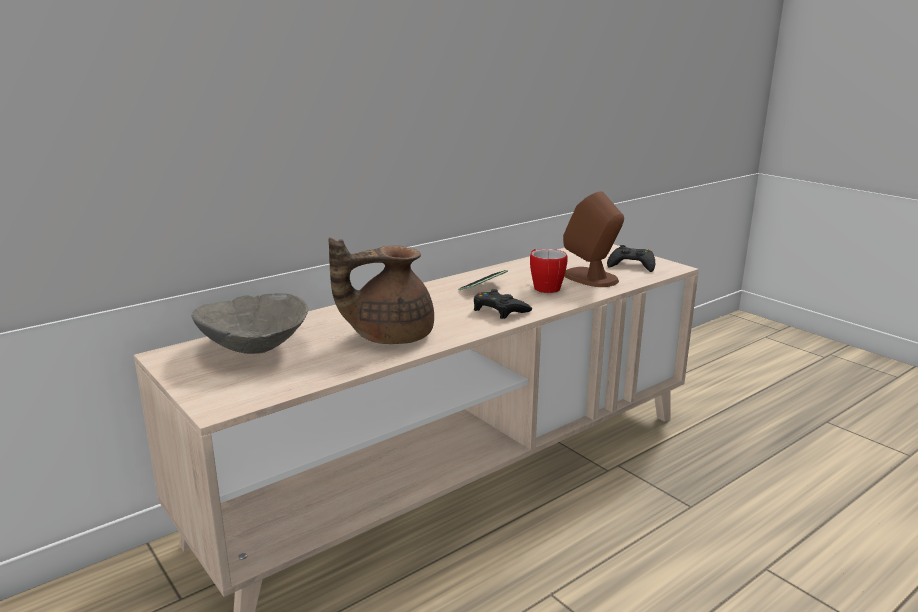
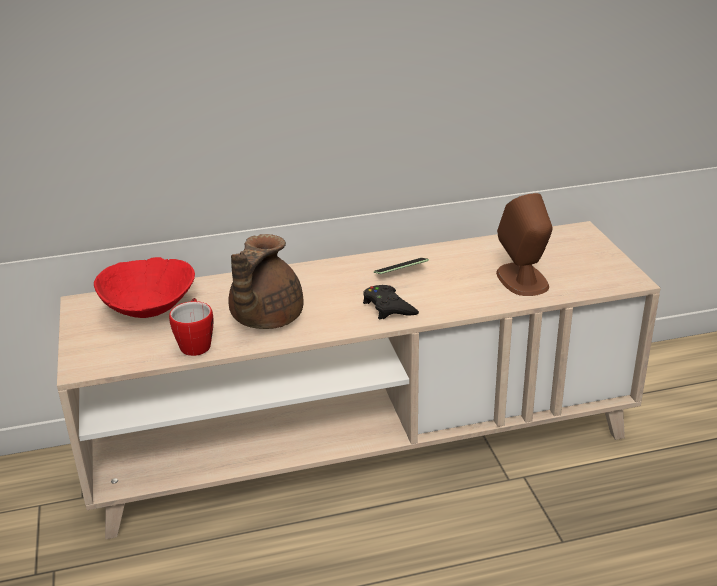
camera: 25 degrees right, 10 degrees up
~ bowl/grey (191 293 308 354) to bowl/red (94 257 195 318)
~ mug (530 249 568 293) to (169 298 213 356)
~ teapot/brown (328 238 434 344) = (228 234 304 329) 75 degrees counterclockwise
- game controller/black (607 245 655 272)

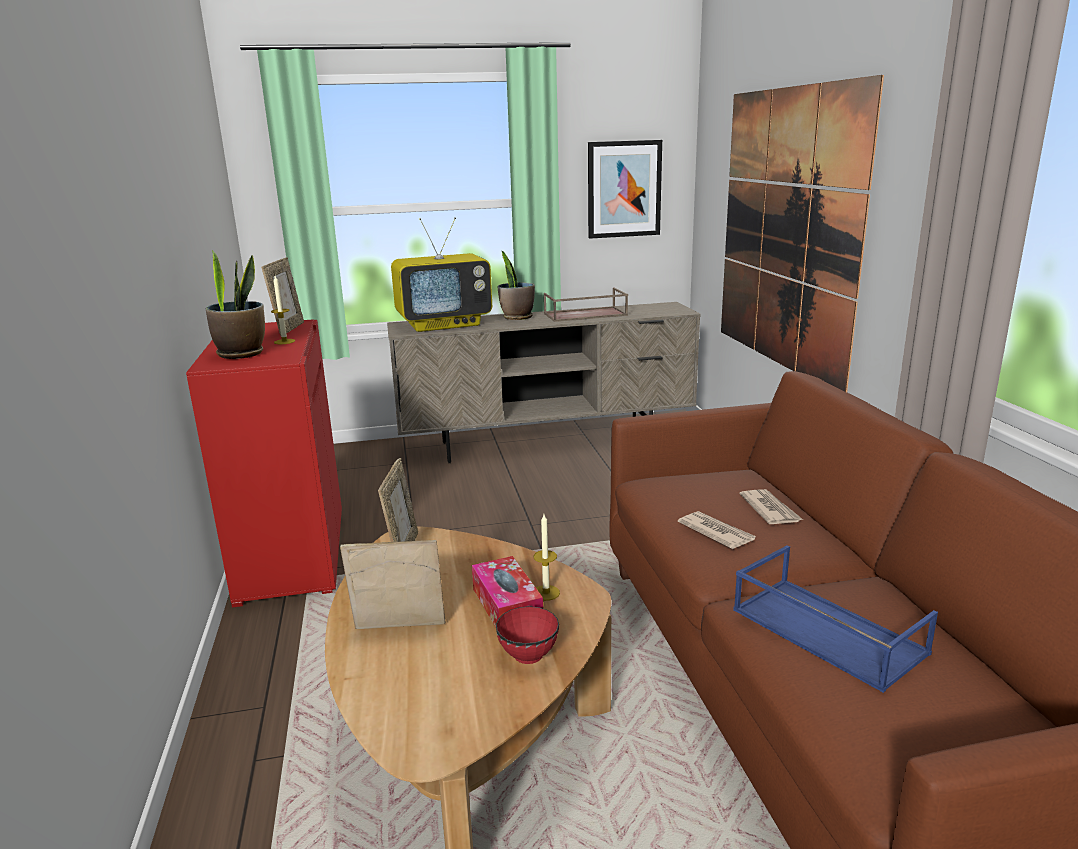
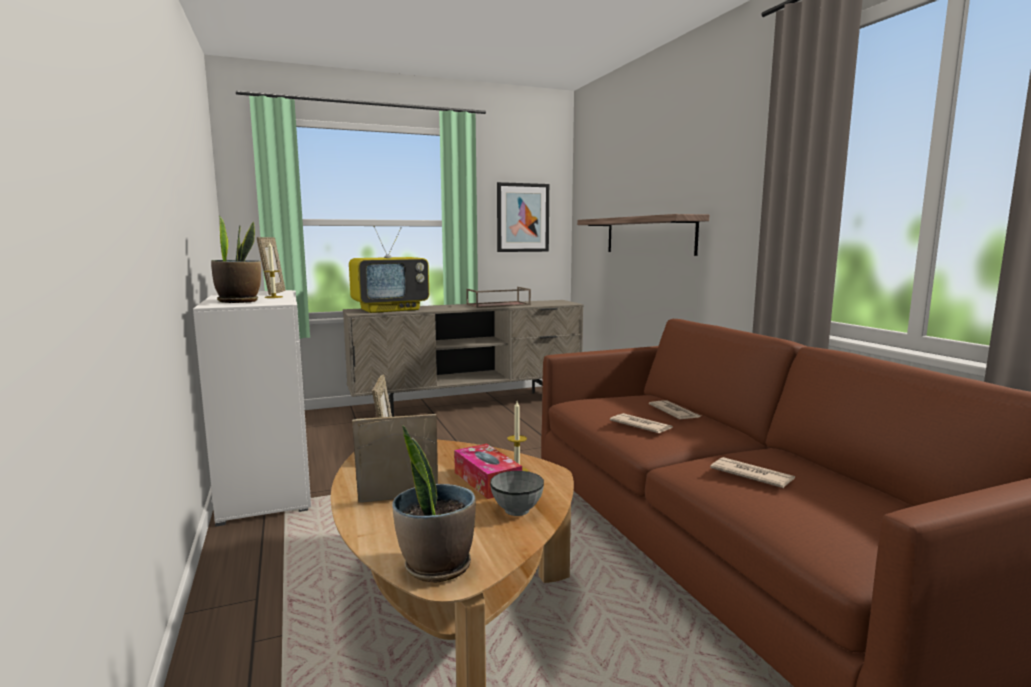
camera: 10 degrees left, 10 degrees down
~ cabinet/red (186 319 342 608) to cabinet/white (193 290 311 527)
~ potted plant (497 251 535 320) to (392 425 476 583)
~ bowl/red (496 606 559 664) to bowl/grey (490 471 544 516)
~ picture (721 75 884 392) to shelf (577 214 709 256)
~ tray/blue (733 545 938 693) to newspaper (710 457 795 488)

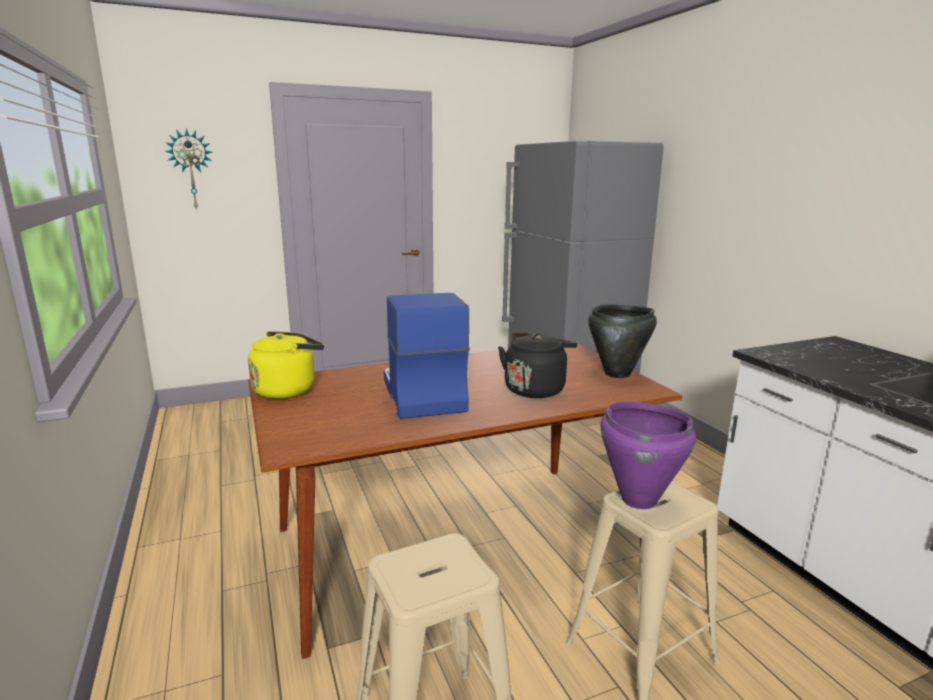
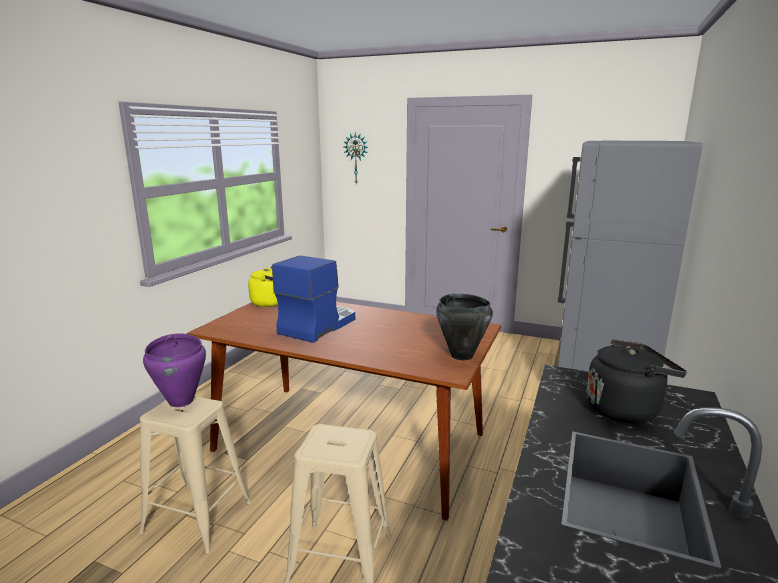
camera: 45 degrees right, 0 degrees up
~ cooking pot/purple (600 402 696 509) to (143 334 206 407)
~ kettle/black (498 333 577 398) to (586 339 687 423)

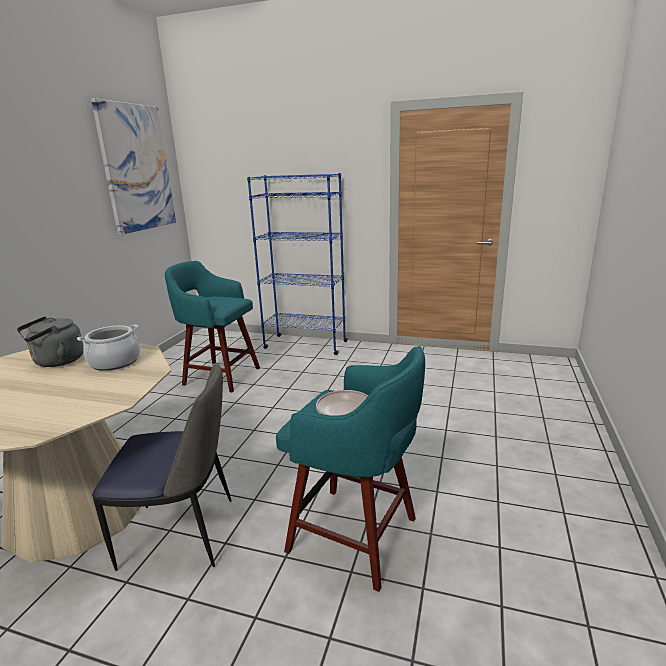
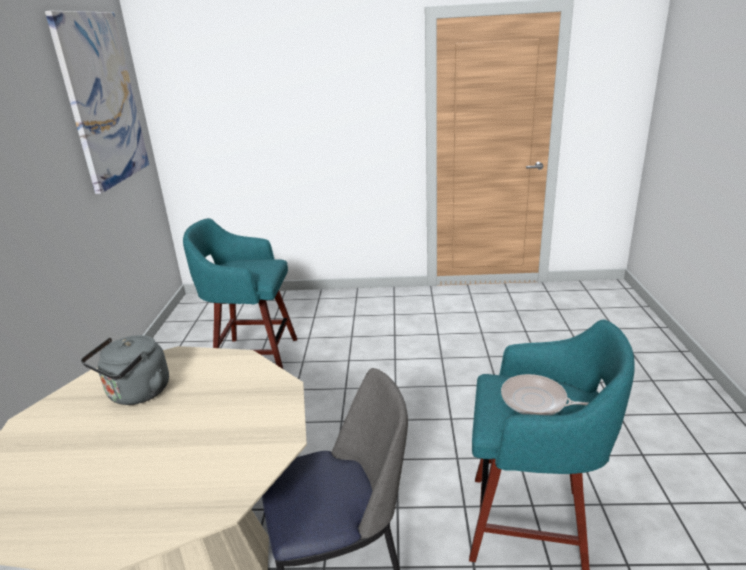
camera: 15 degrees left, 5 degrees up
- cooking pot (77 324 140 371)
- bookcase/blue (247 173 348 355)

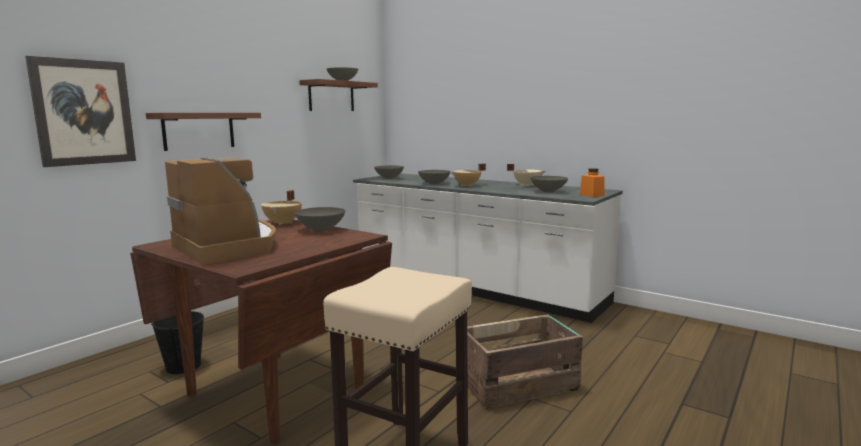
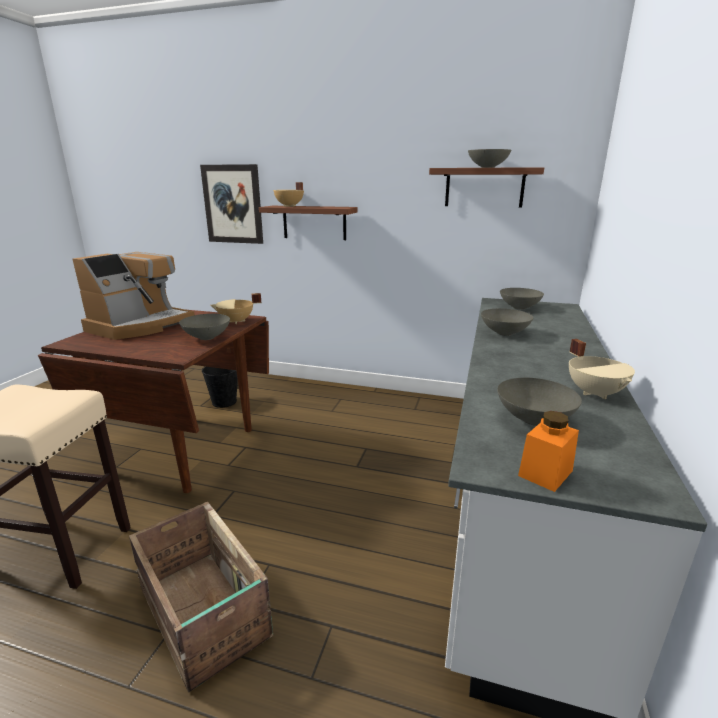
camera: 70 degrees right, 10 degrees up
~ cooking pot/beige (451 163 486 186) to (273 182 304 207)

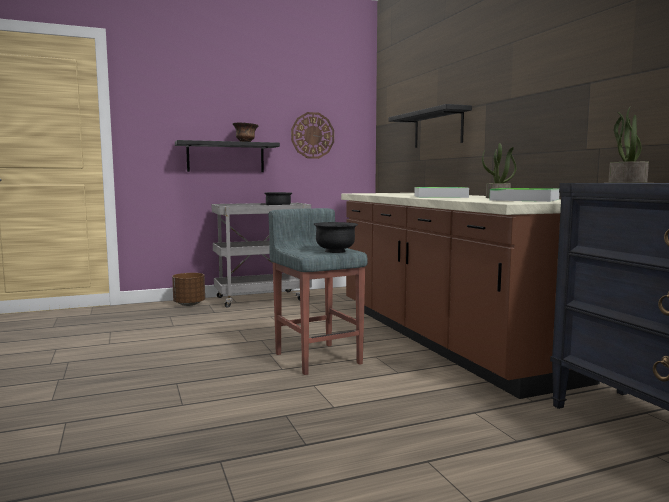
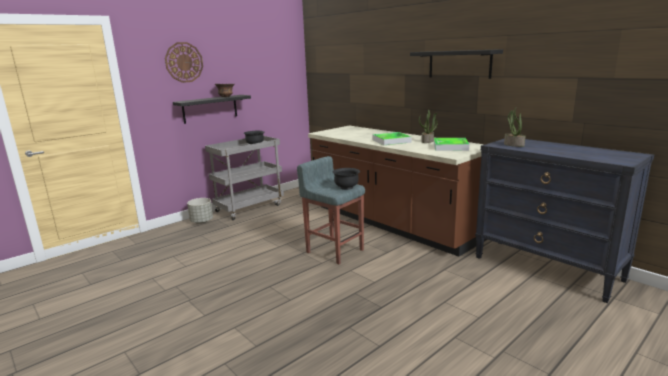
camera: 20 degrees left, 10 degrees up
~ wall clock (291 112 334 159) to (165 42 203 83)
~ planter/brown (172 273 205 306) to planter/grey (187 198 213 224)
~ shelf/black (389 104 472 148) to (410 49 503 79)

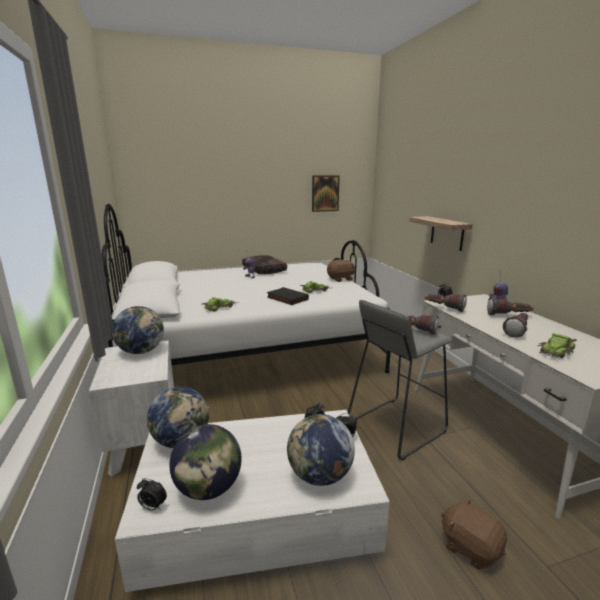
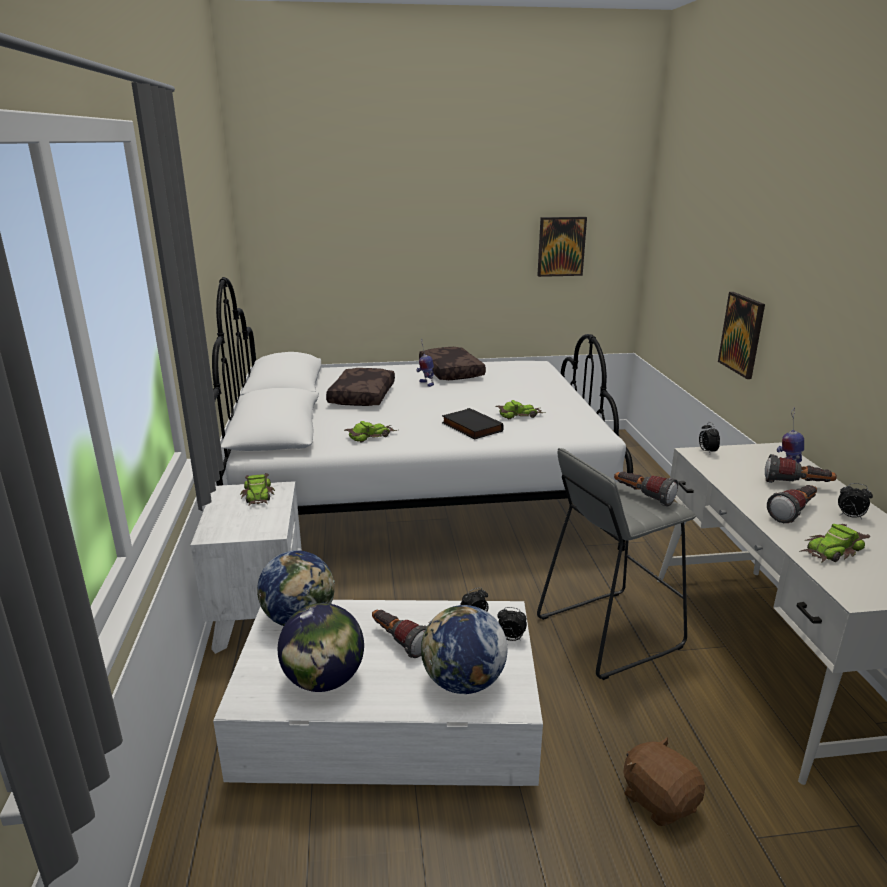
camera: 10 degrees right, 5 degrees up
~ globe (112 306 164 354) to toy car (240 473 275 507)
+ pillow/brown (326 368 395 406)
~ flashlight (425 294 467 312) to (372 610 427 658)
~ shelf (409 216 473 251) to picture (718 292 765 379)
~ alarm clock (137 478 167 511) to (838 483 873 519)
- plush toy/brown (327 260 355 282)

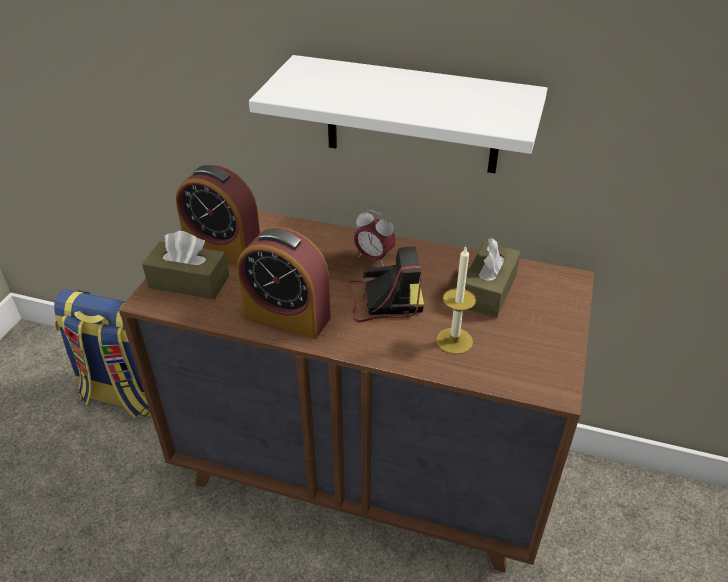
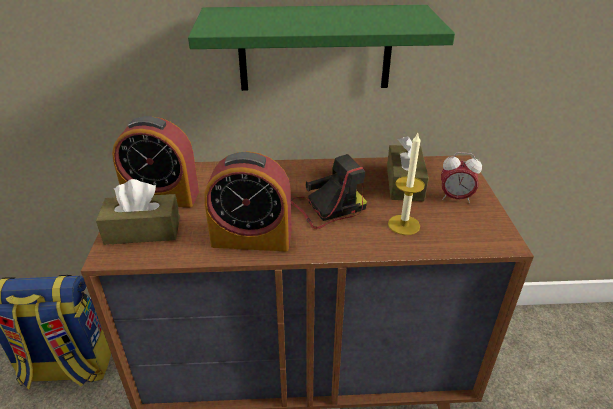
camera: 20 degrees left, 5 degrees down
~ shelf/white (249 55 548 173) to shelf/green (188 5 455 91)
~ alarm clock (354 210 396 266) to (441 152 482 203)

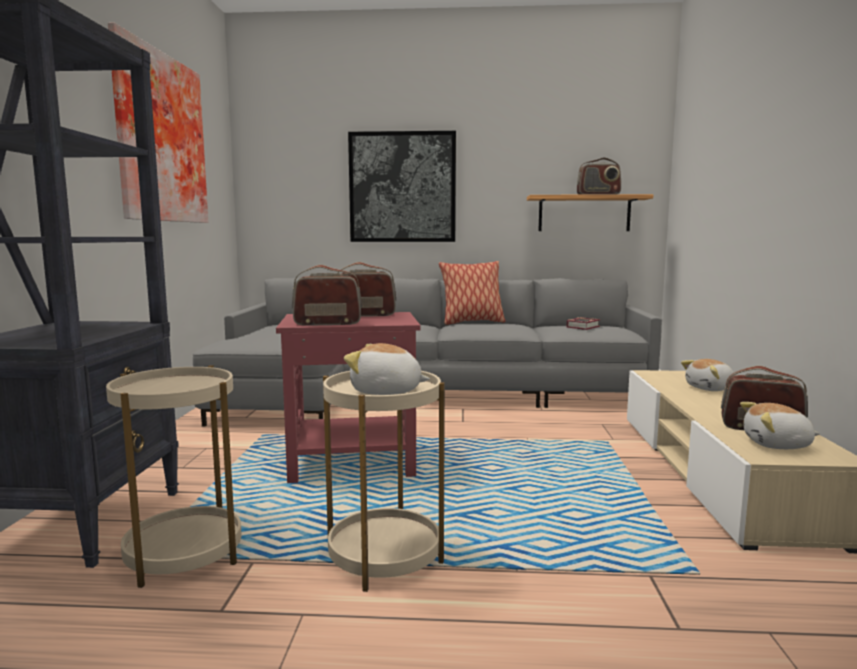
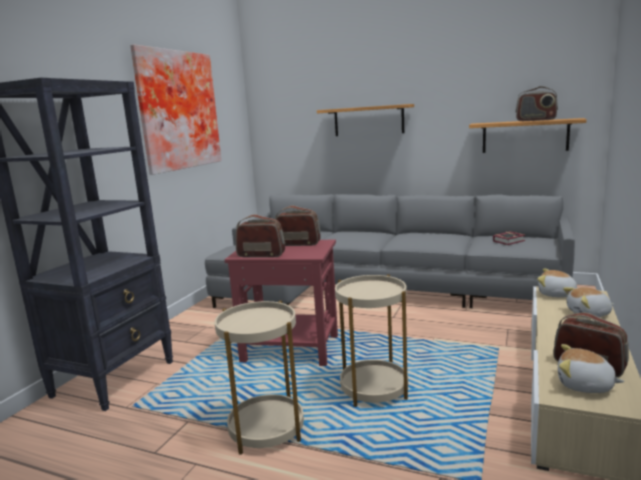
camera: 20 degrees right, 5 degrees up
~ picture (348 131 456 242) to shelf (317 104 414 136)
~ side table/beige (106 365 242 588) to (335 274 408 407)
~ plush toy (344 343 430 395) to (537 269 577 297)
- pillow (439 261 506 325)

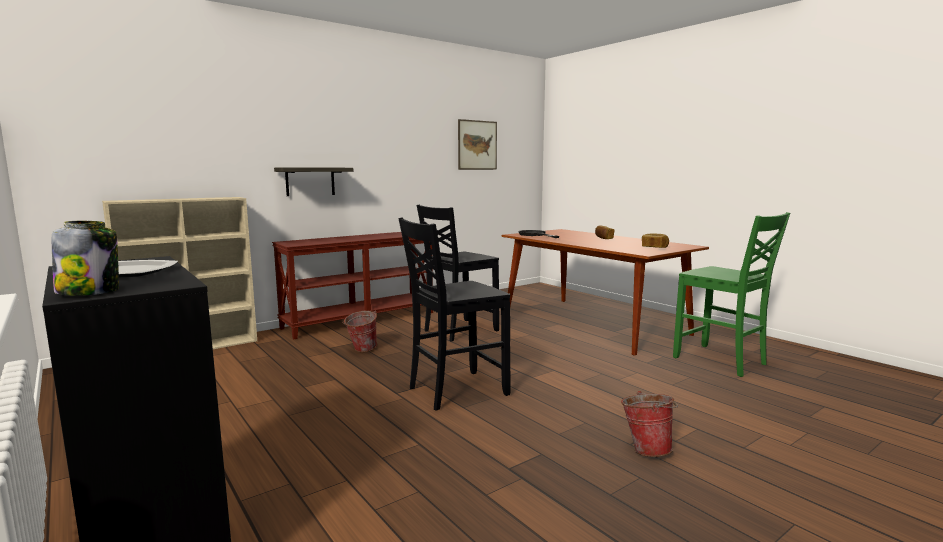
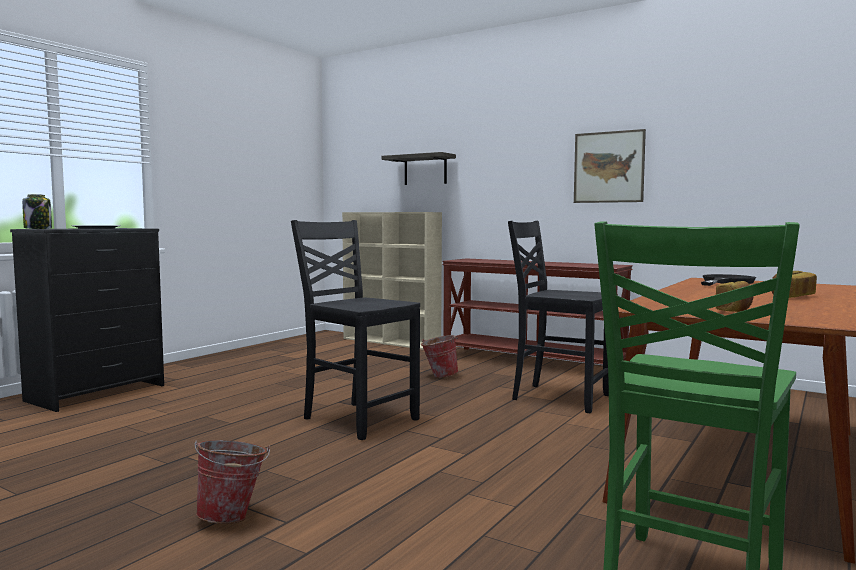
camera: 70 degrees right, 5 degrees down
~ shelf (274 167 353 196) to (381 152 456 185)
~ picture (458 119 497 170) to (574 129 646 203)

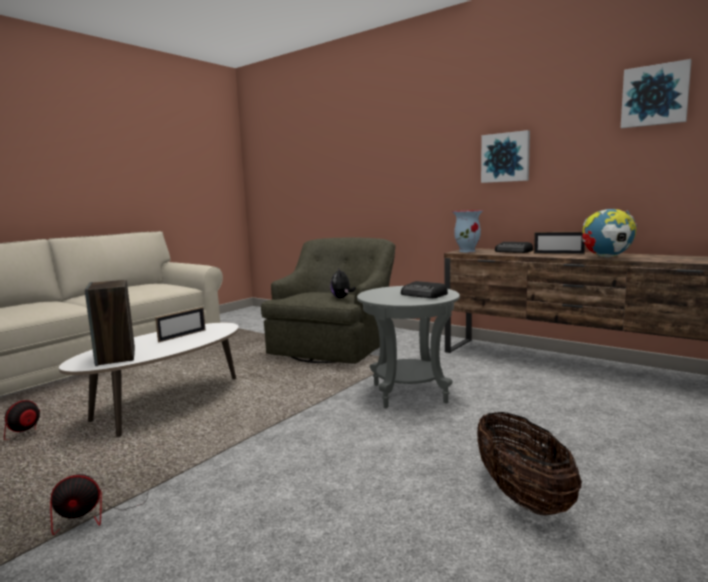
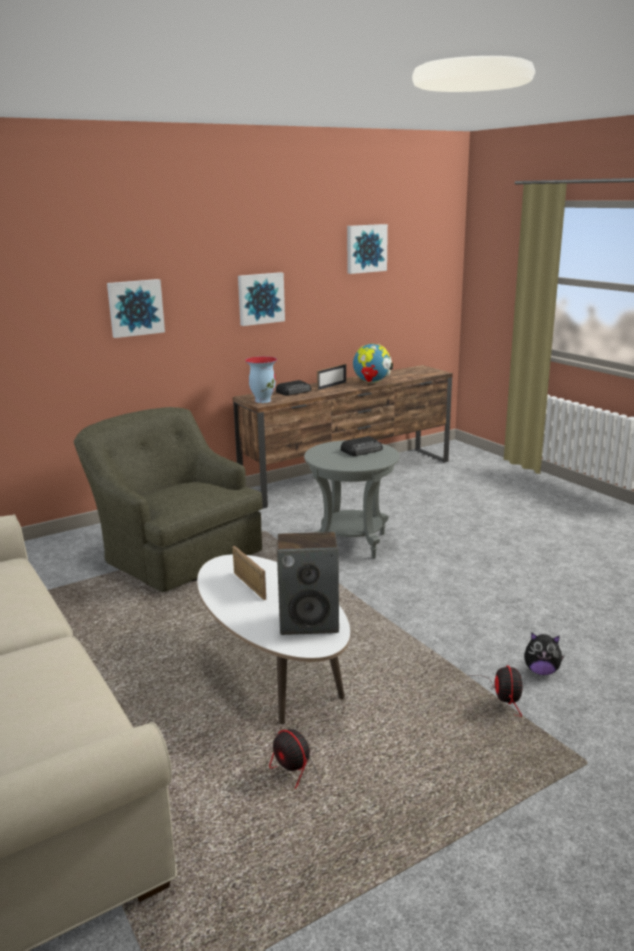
camera: 70 degrees left, 10 degrees up
+ picture (107 279 165 338)
~ plush toy (330 268 356 298) to (524 632 565 675)
- basket (477 412 582 516)

